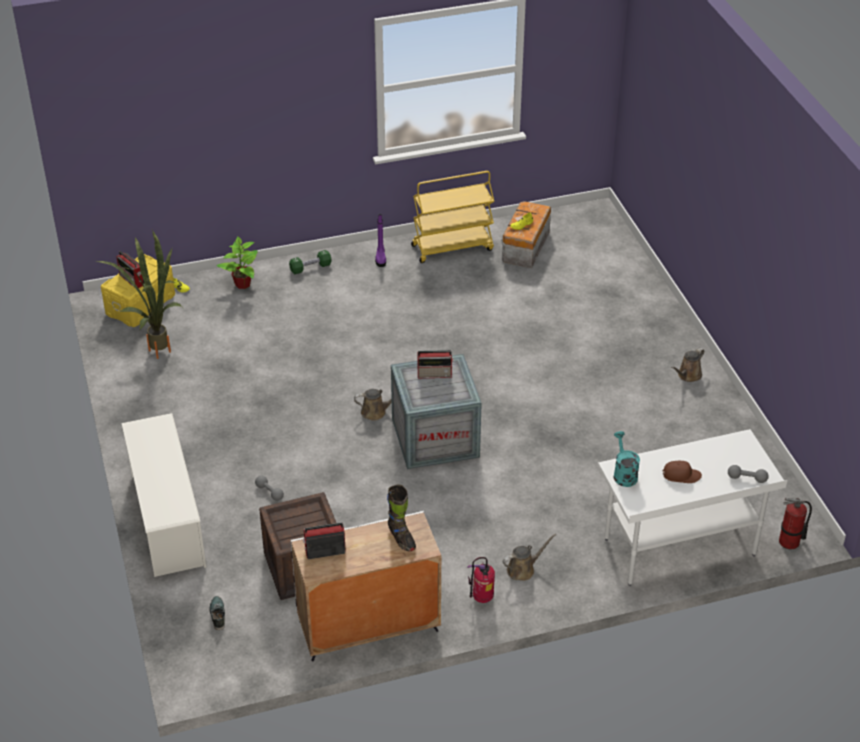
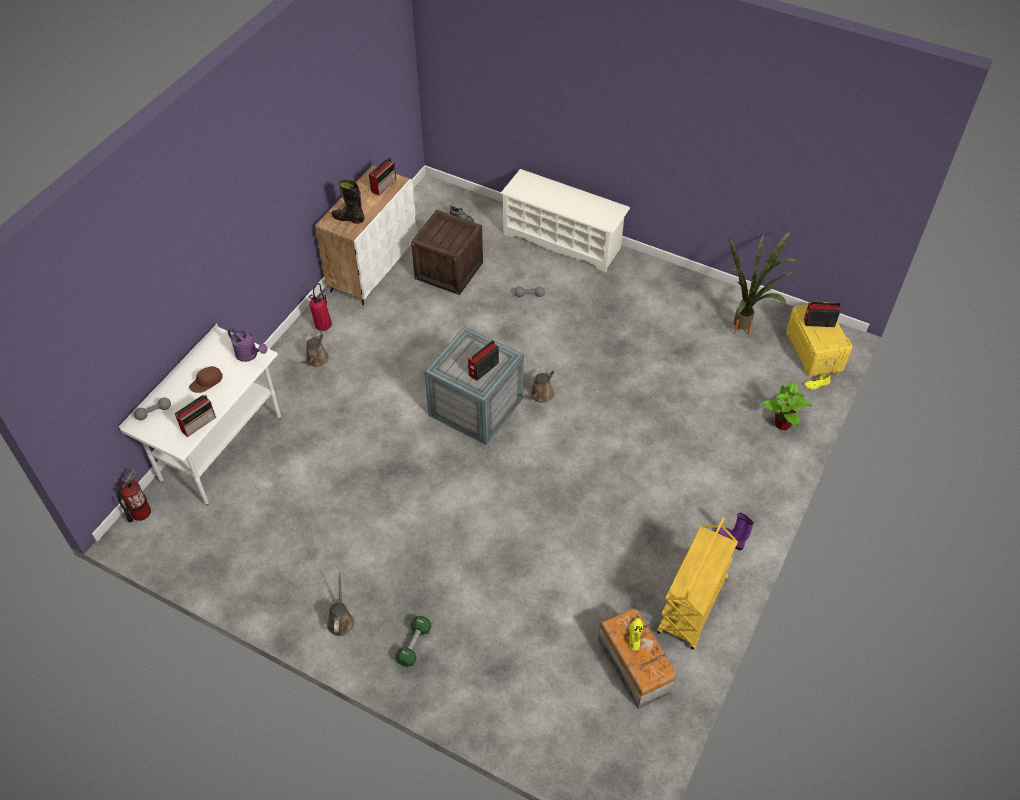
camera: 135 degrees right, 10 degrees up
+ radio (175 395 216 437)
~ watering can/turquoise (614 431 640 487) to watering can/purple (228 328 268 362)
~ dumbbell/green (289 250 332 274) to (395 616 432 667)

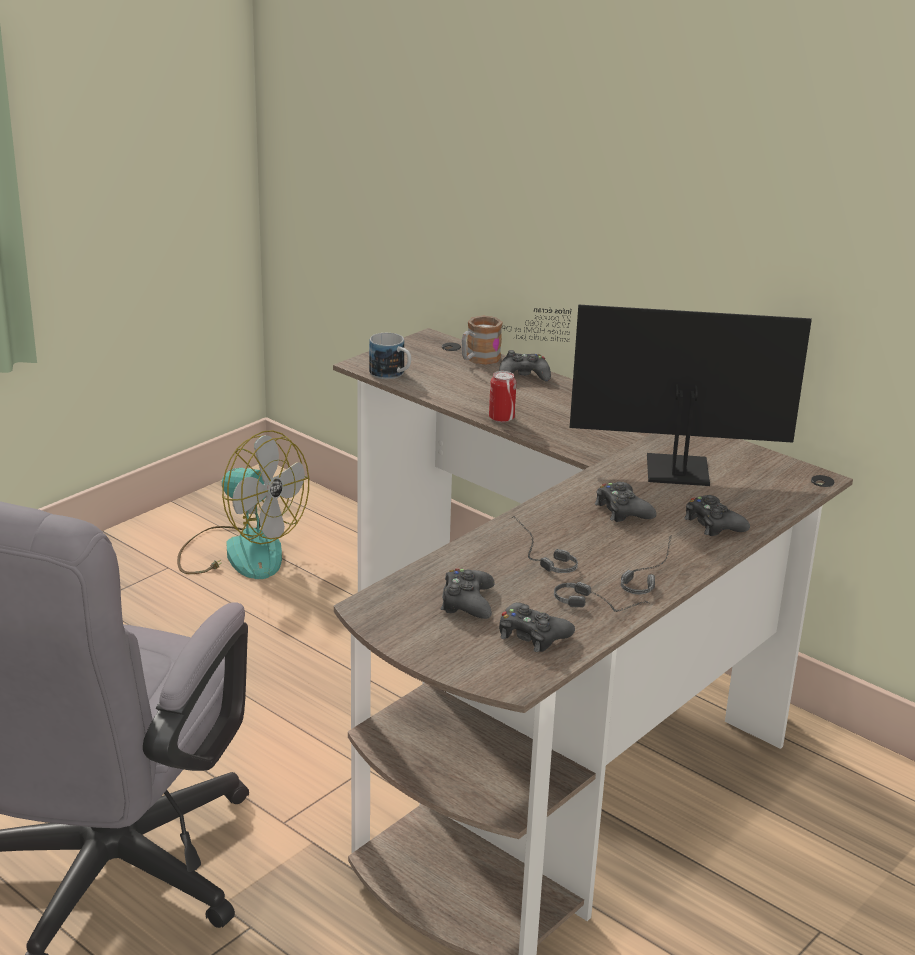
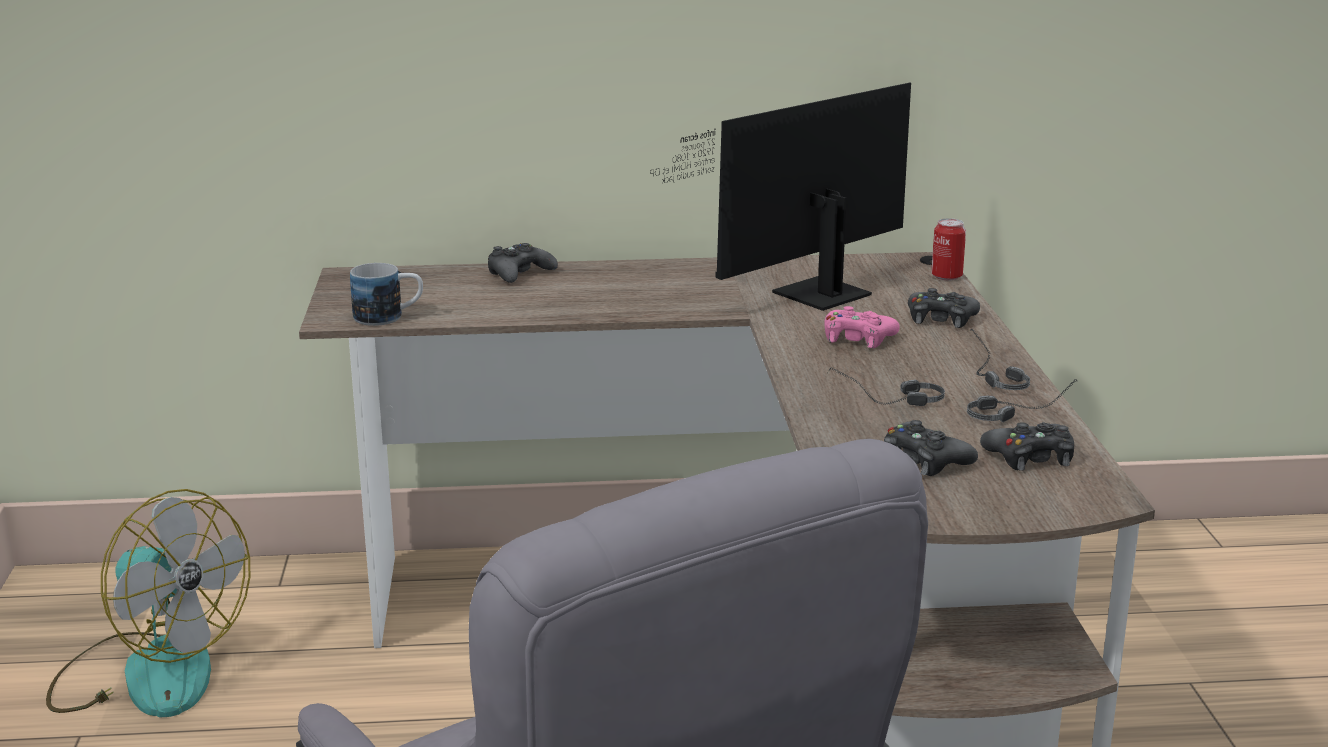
camera: 45 degrees left, 5 degrees down
~ fan (177 430 309 579) = (46 489 250 717) 45 degrees clockwise
~ game controller/black (595 482 657 522) to game controller/pink (824 306 900 348)
~ can (489 371 516 422) to (931 218 966 280)
- mug (462 316 503 365)

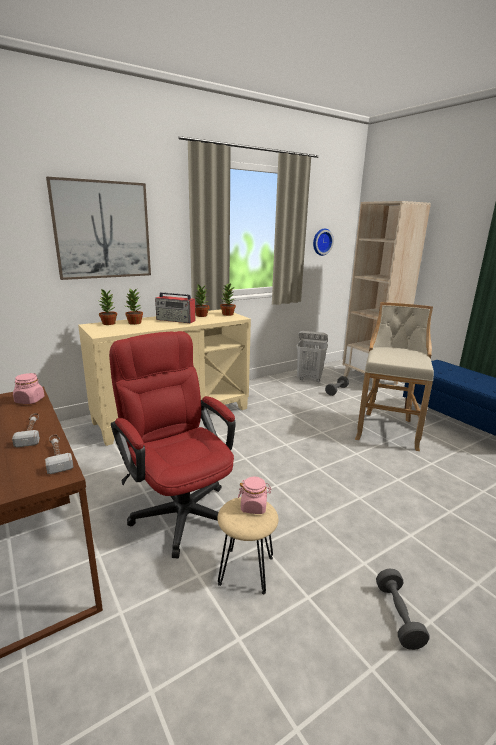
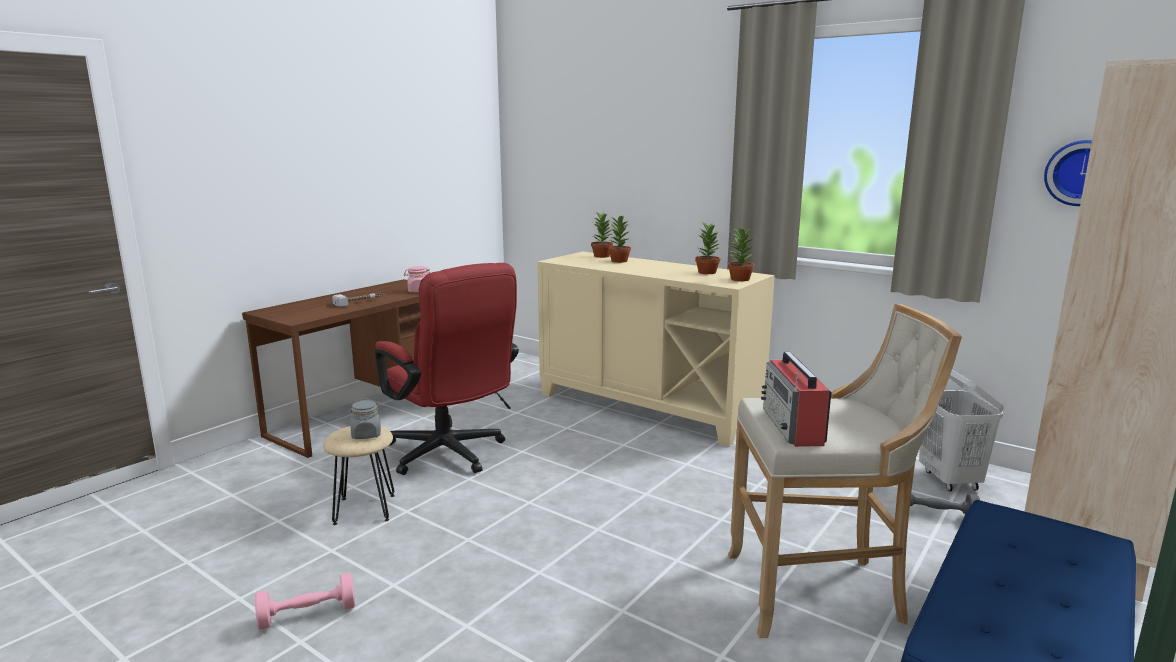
camera: 70 degrees right, 5 degrees down
~ dumbbell/grey (376 569 429 650) to dumbbell/pink (255 573 355 630)
~ jar/pink (238 477 271 514) to jar/grey (350 400 381 439)
~ office chair/red (109 331 236 559) = (375 263 519 475) 105 degrees clockwise
~ radio (155 292 195 324) to (761 352 831 447)
- hammer (45 434 74 474)
- picture (46 177 151 280)

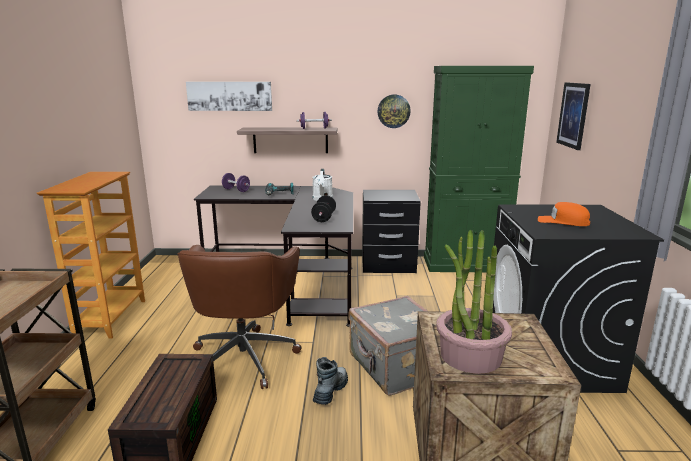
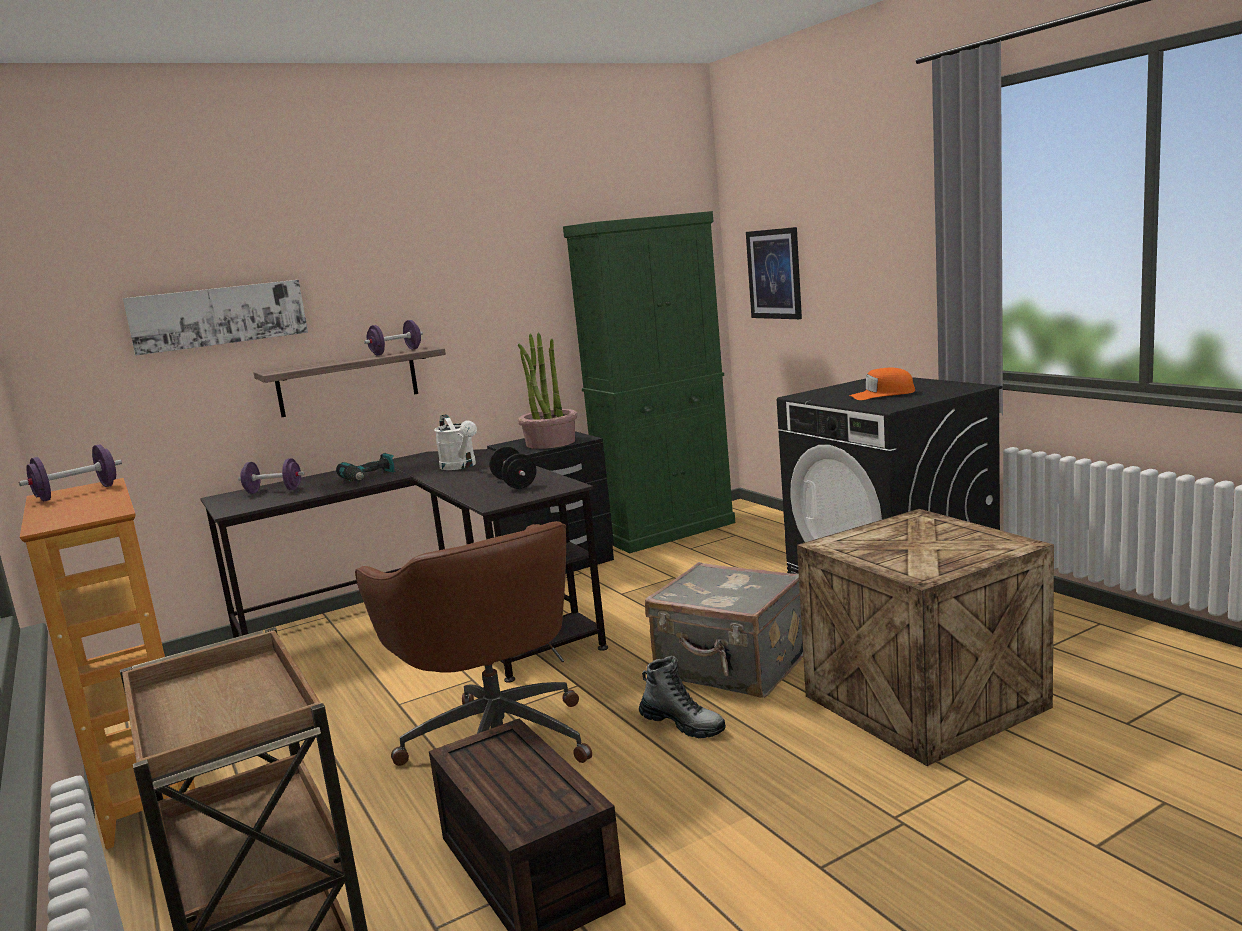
camera: 30 degrees left, 5 degrees down
+ dumbbell/purple (19 444 122 501)
~ potted plant (436 229 512 374) to (518 332 578 449)
~ boot (313 357 348 405) = (639 656 726 738) 135 degrees clockwise
- wall clock (377 94 411 128)

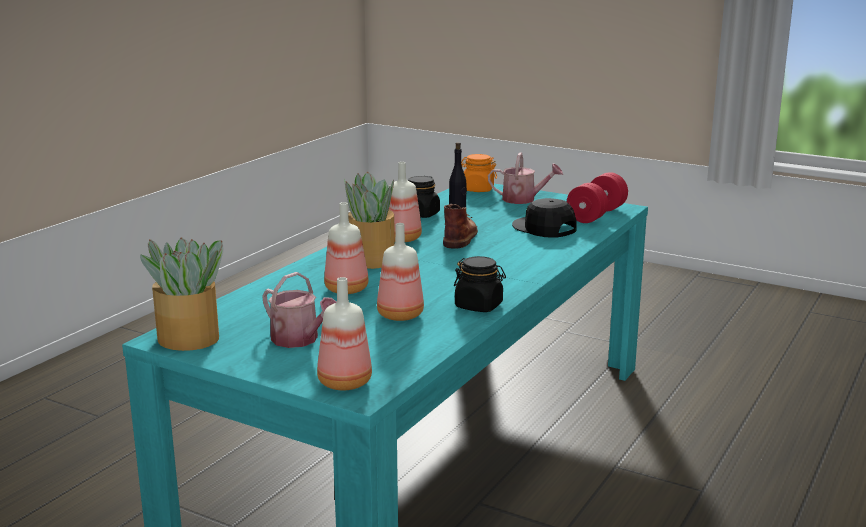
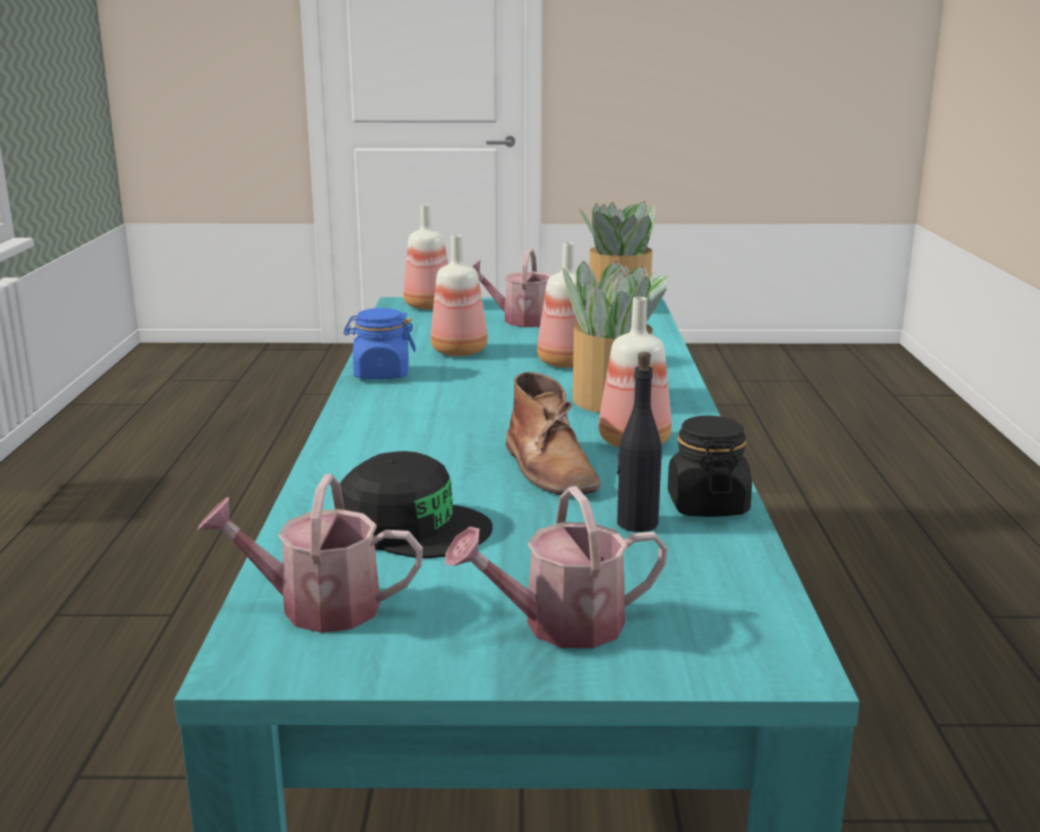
camera: 150 degrees right, 0 degrees up
~ dumbbell/red (567 172 628 223) to watering can (198 474 423 633)
~ jar/black (454 256 506 312) to jar/blue (343 308 416 379)
- jar/orange (461 154 497 192)

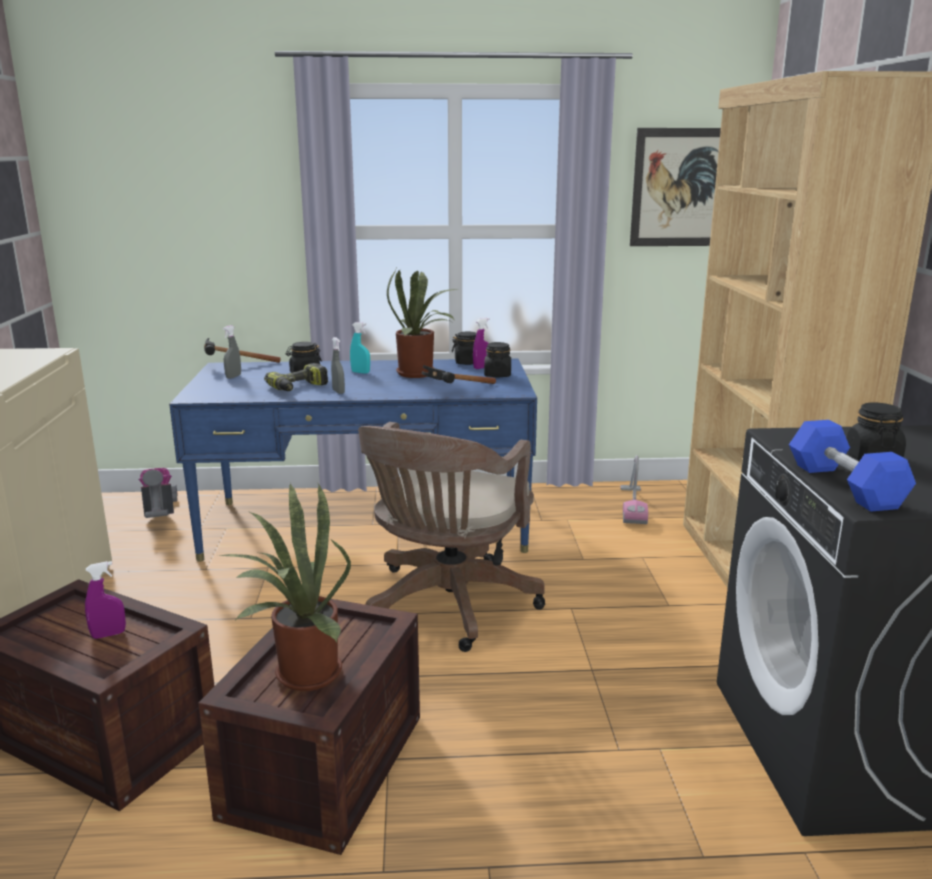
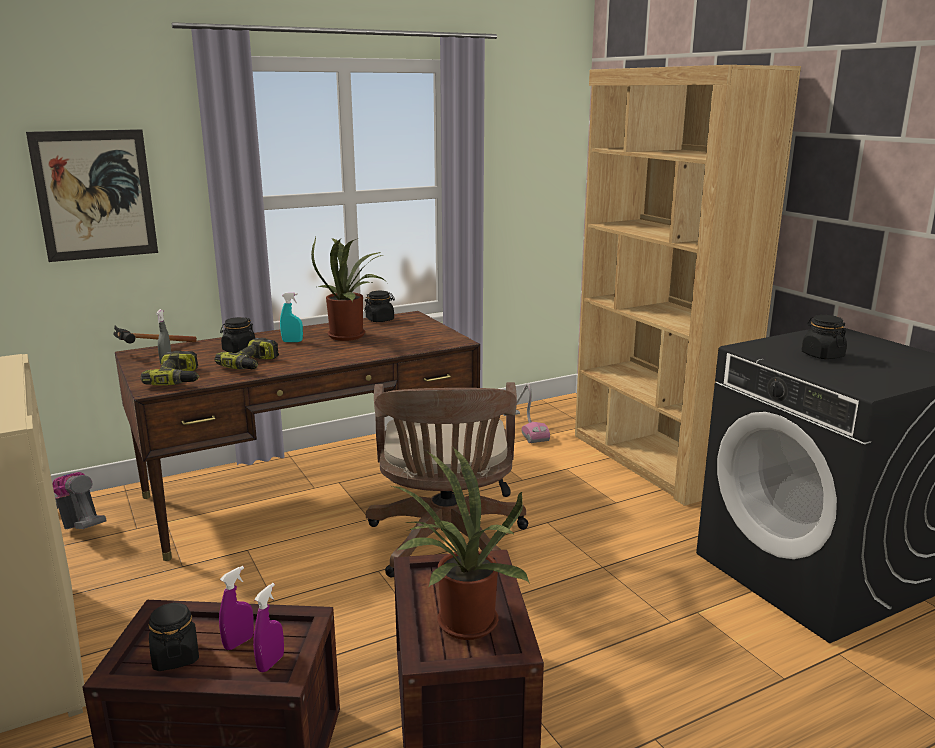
camera: 25 degrees left, 0 degrees up
~ picture (630 128 721 246) to (26 129 158 262)
~ desk/blue (169 358 537 562) to desk/brown (115 311 480 561)
+ power drill (140 351 199 385)
~ jar/black (484 342 511 378) to (149 602 199 671)
~ spray bottle/purple (473 318 489 369) to (253 583 284 672)
- spray bottle/grey (331 337 345 394)
- hammer (422 365 496 384)
- dumbbell/blue (789 420 916 512)

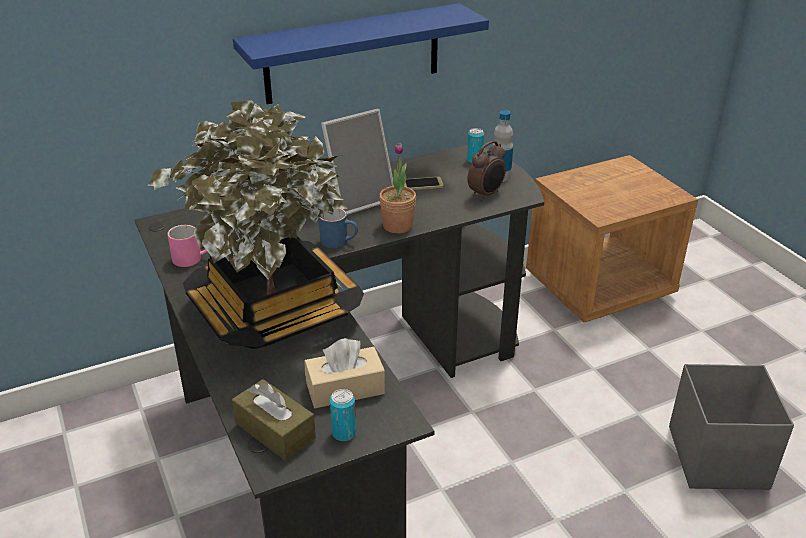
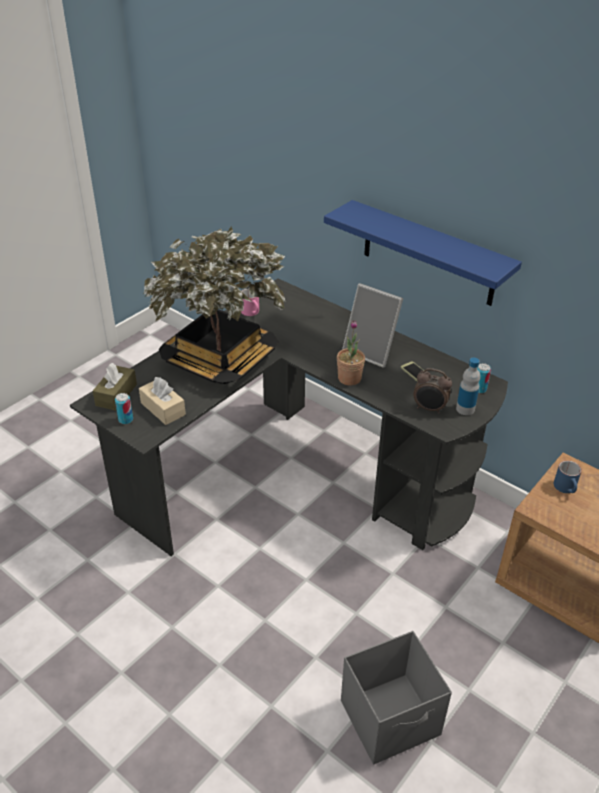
camera: 65 degrees right, 5 degrees up
~ mug/blue (319 209 358 248) to (554 461 582 493)

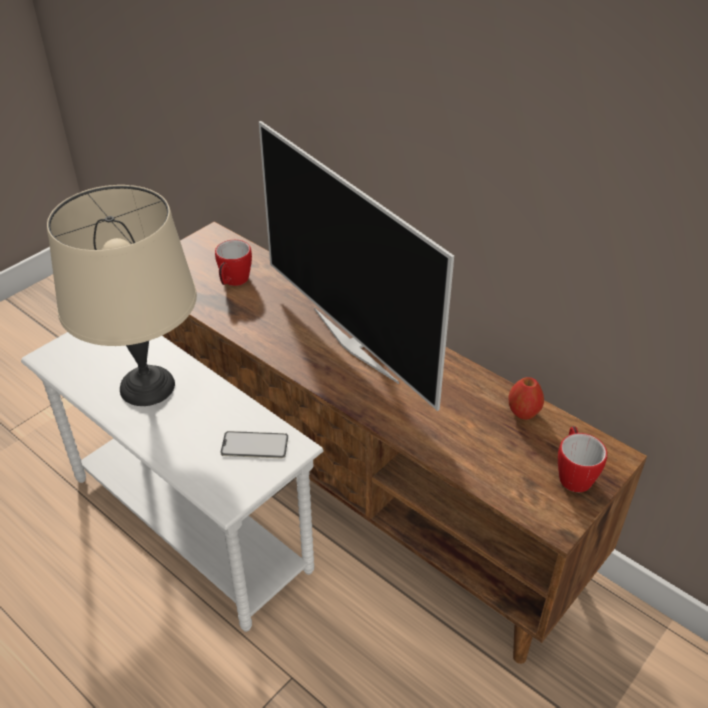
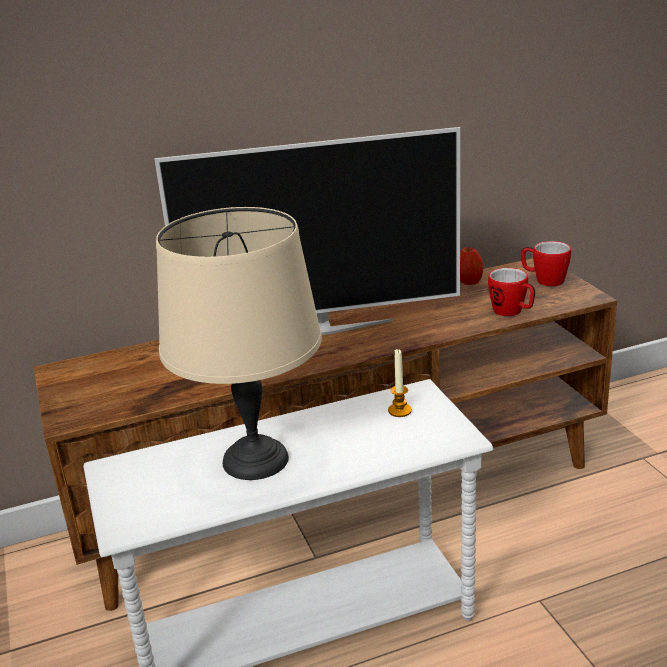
camera: 60 degrees left, 15 degrees down
~ phone (221 431 288 458) to candle (388 349 412 417)
~ mug (215 240 252 286) to (488 268 535 316)

